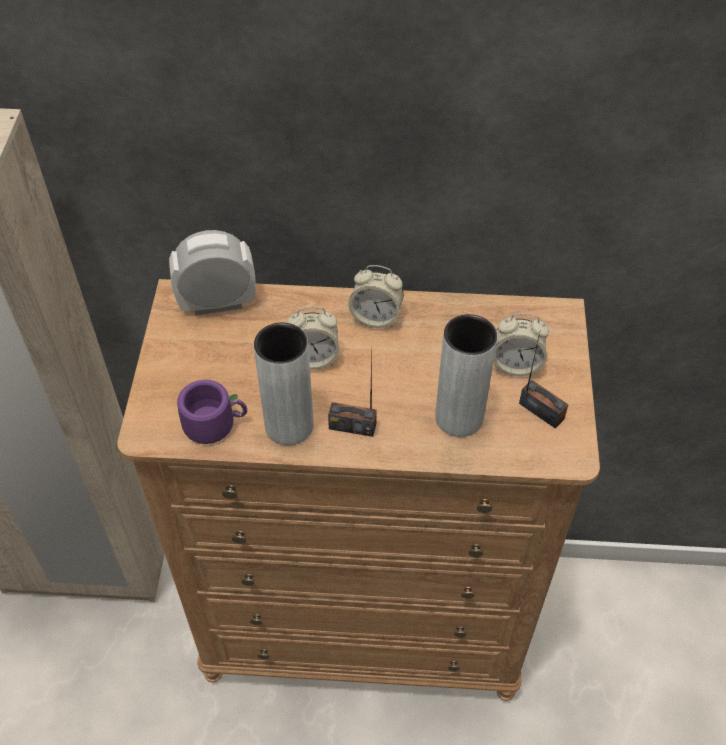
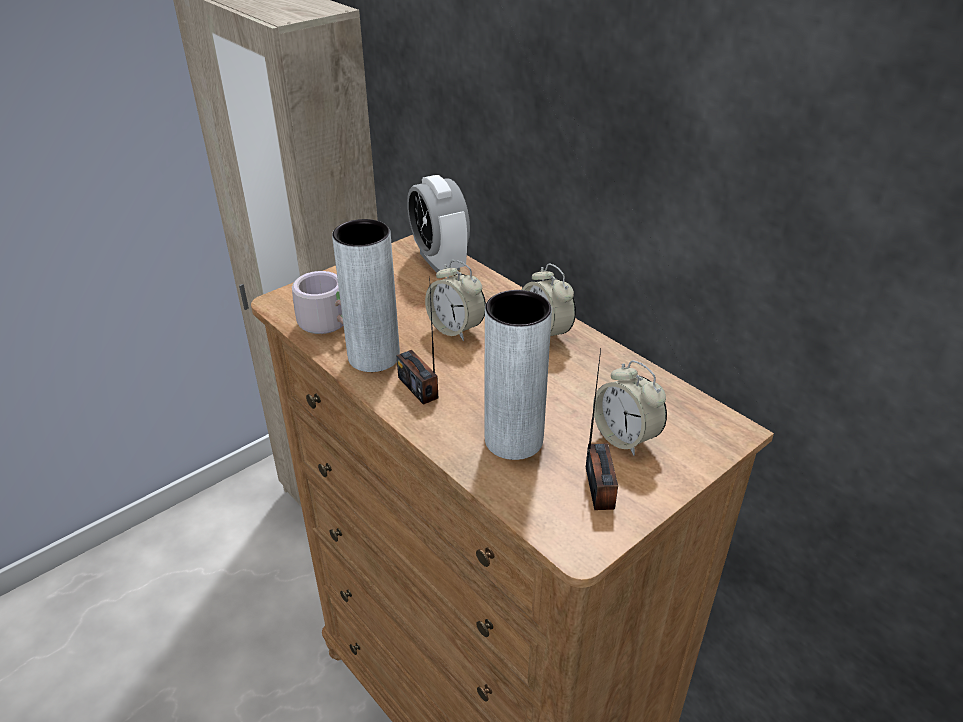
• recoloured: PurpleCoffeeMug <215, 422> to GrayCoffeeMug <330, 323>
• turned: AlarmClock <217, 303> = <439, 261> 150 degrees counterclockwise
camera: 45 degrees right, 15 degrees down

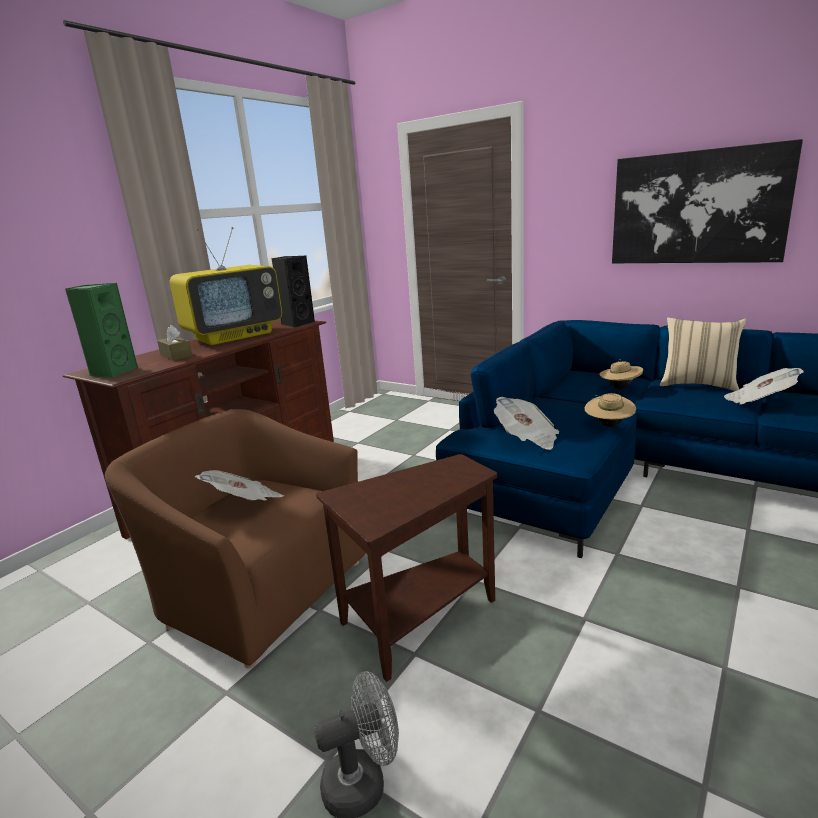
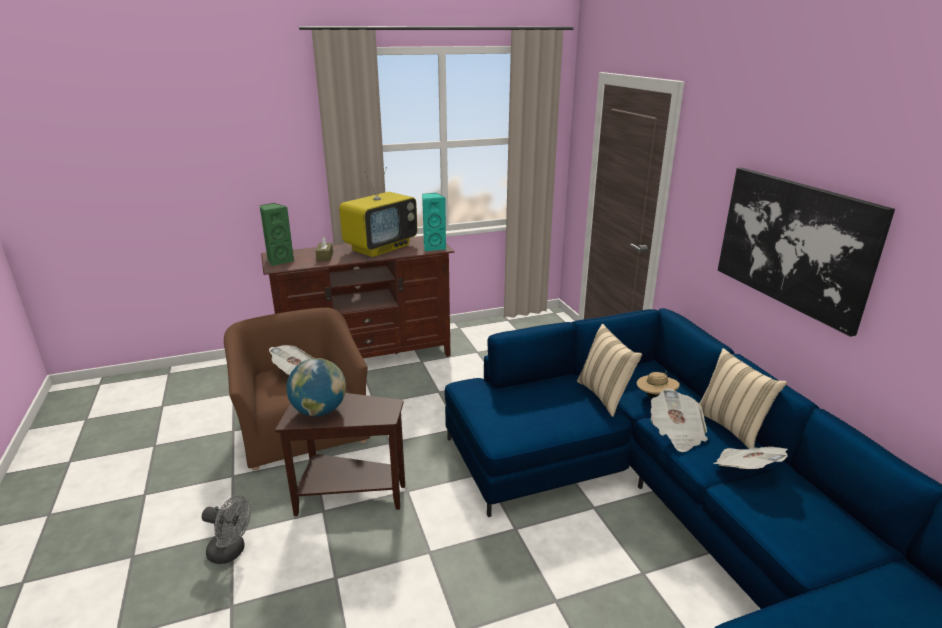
• added: WorldGlobe <319, 411>
• turned: Television <234, 336> = <381, 247> 45 degrees counterclockwise
• recoloured: BlackishLoudspeaker <297, 323> to BlueGreenLoudspeaker <433, 247>
• added: BeigeCushion <605, 396>
• moved: PrintedPaper <527, 438> to <676, 433>
• removed: BeigeWearableHat <608, 425>
camera: 35 degrees right, 5 degrees up

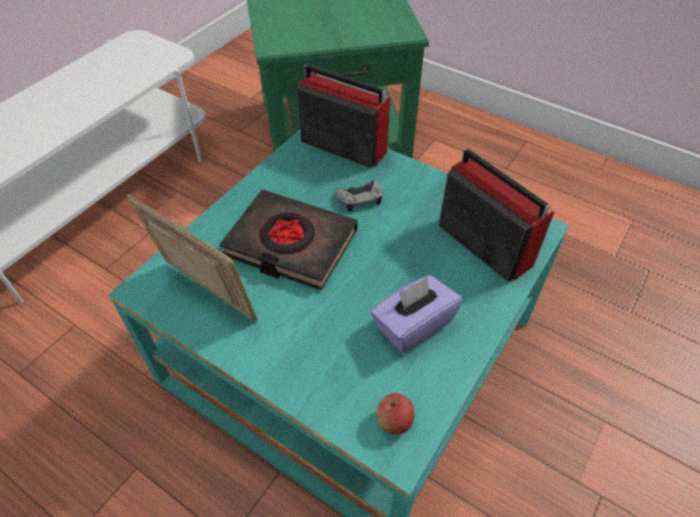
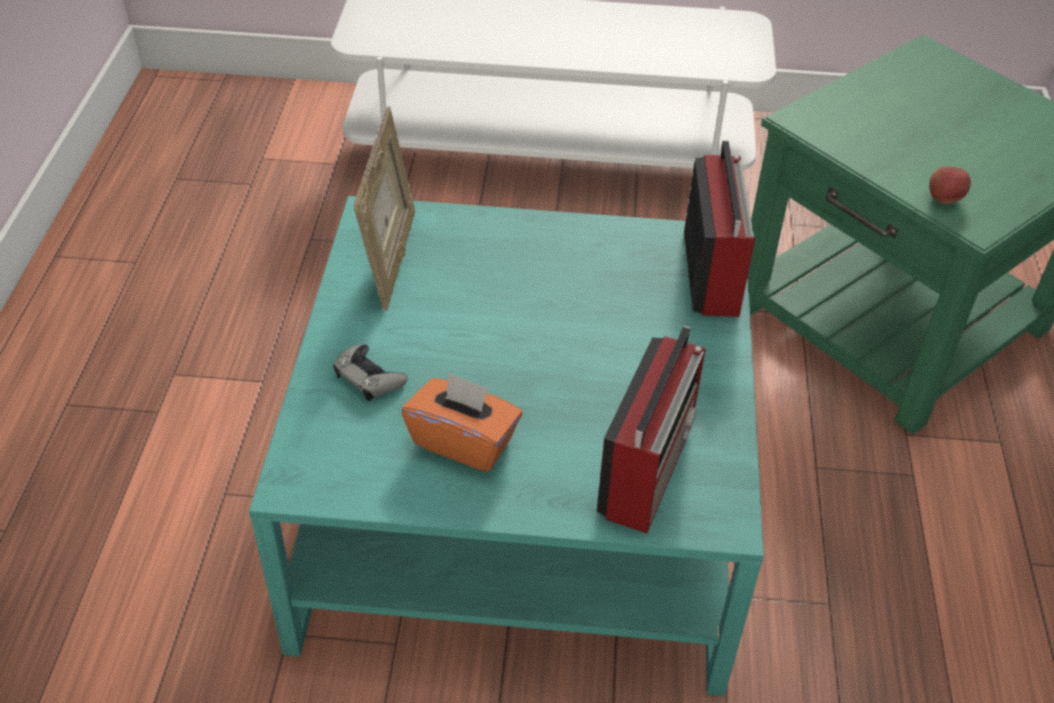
• moved: GrayGameController <360, 198> to <369, 377>
• recoloured: PurpleTissueBox <413, 325> to OrangeyTissueBox <463, 441>
• moved: Apple <394, 421> to <944, 199>
• removed: BlackishBook <290, 244>
camera: 60 degrees right, 5 degrees down

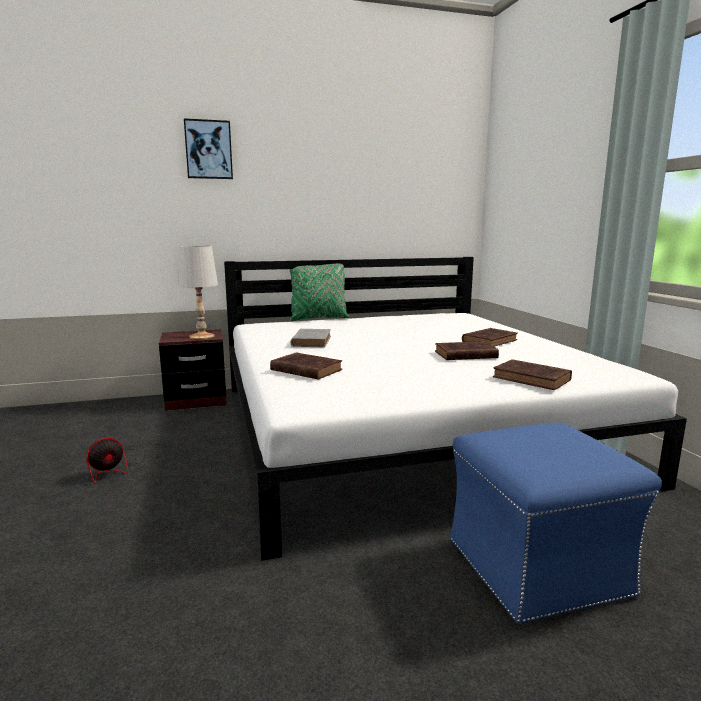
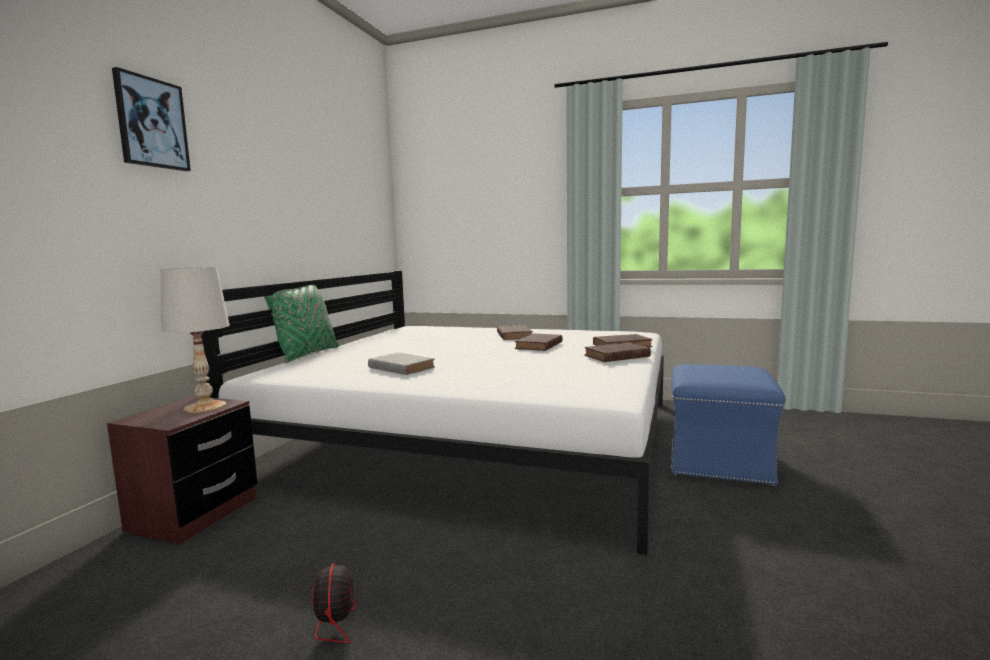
• moved: BrownBook <304, 370> to <615, 356>
camera: 55 degrees left, 5 degrees down

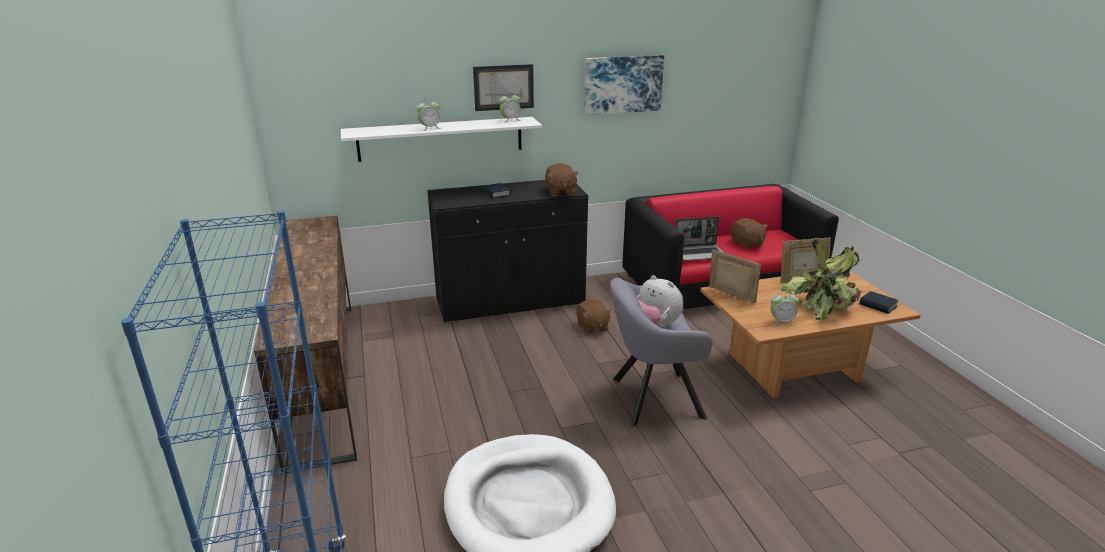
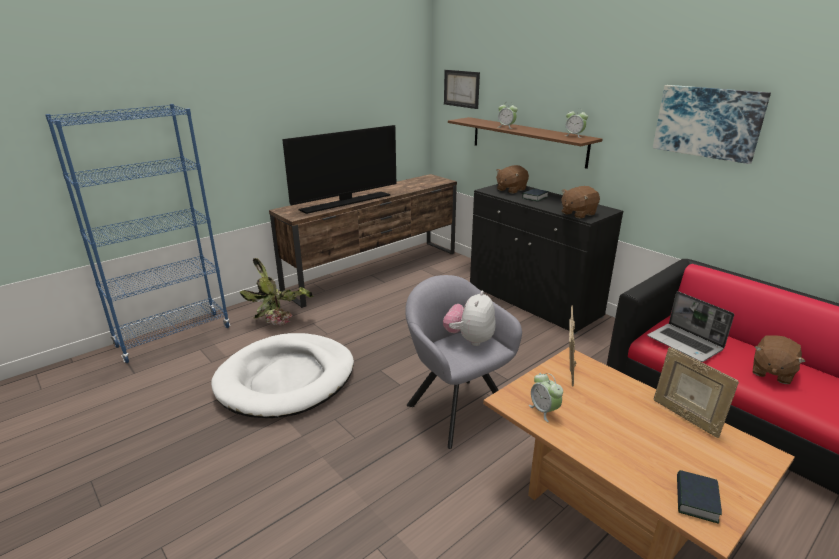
• moved: PlantInAPot <822, 305> to <282, 320>
• added: Television <346, 202>
• moved: WallArt <503, 87> to <461, 88>
• recoloured: WhiteColouredBracketShelf <441, 139> to BrownBracketShelf <527, 141>
• moved: BrownSoftToy <592, 327> to <511, 190>
camera: 65 degrees right, 0 degrees up

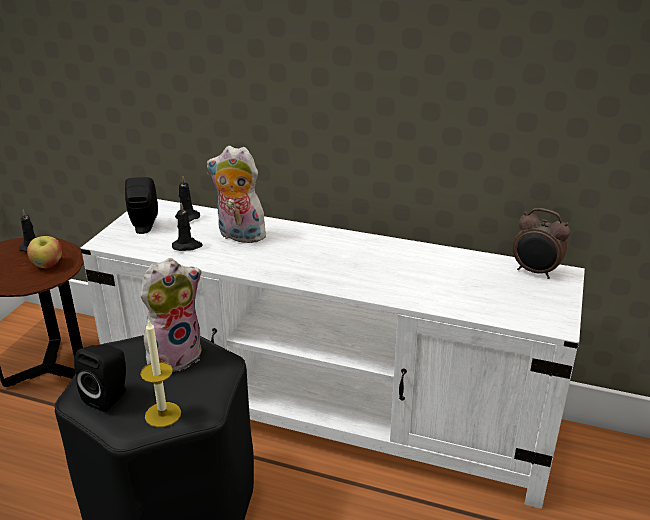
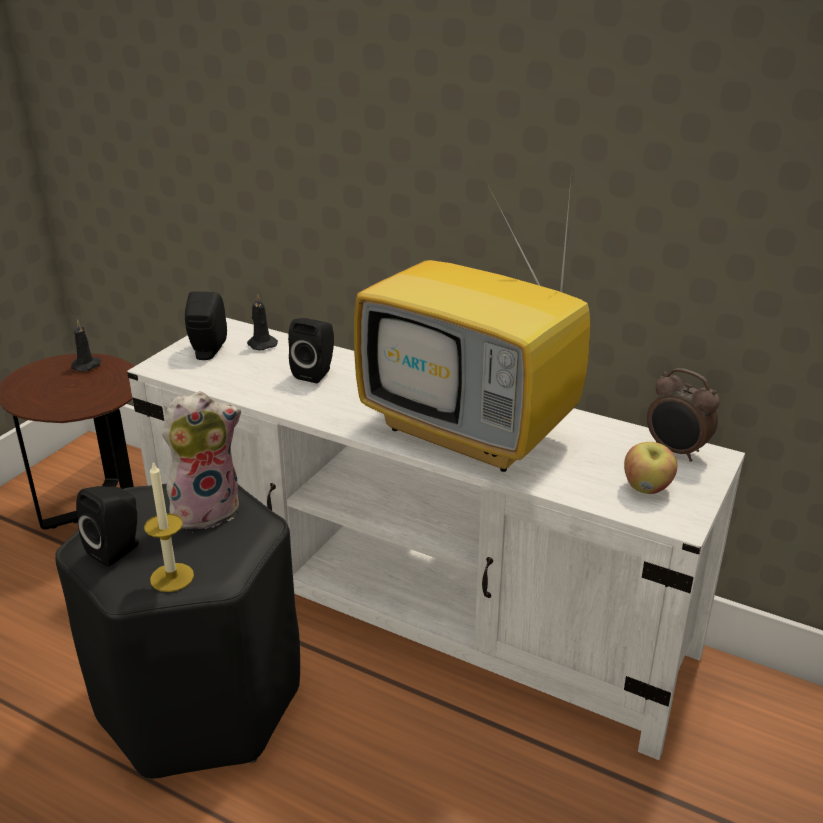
• replaced: SoftToy <239, 236> to BlackishLoudspeaker <316, 373>
• added: Television <473, 432>
• moved: Apple <47, 265> to <647, 488>
• removed: BlackishCandle <187, 246>
camera: 10 degrees right, 0 degrees up

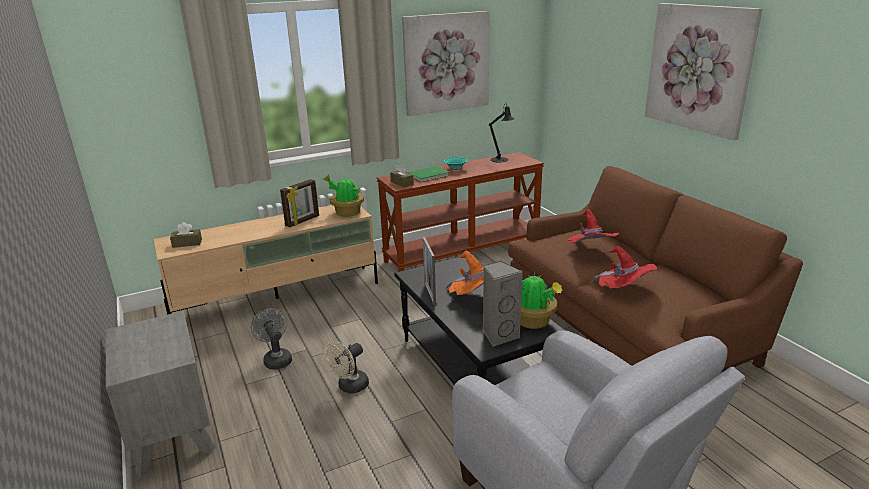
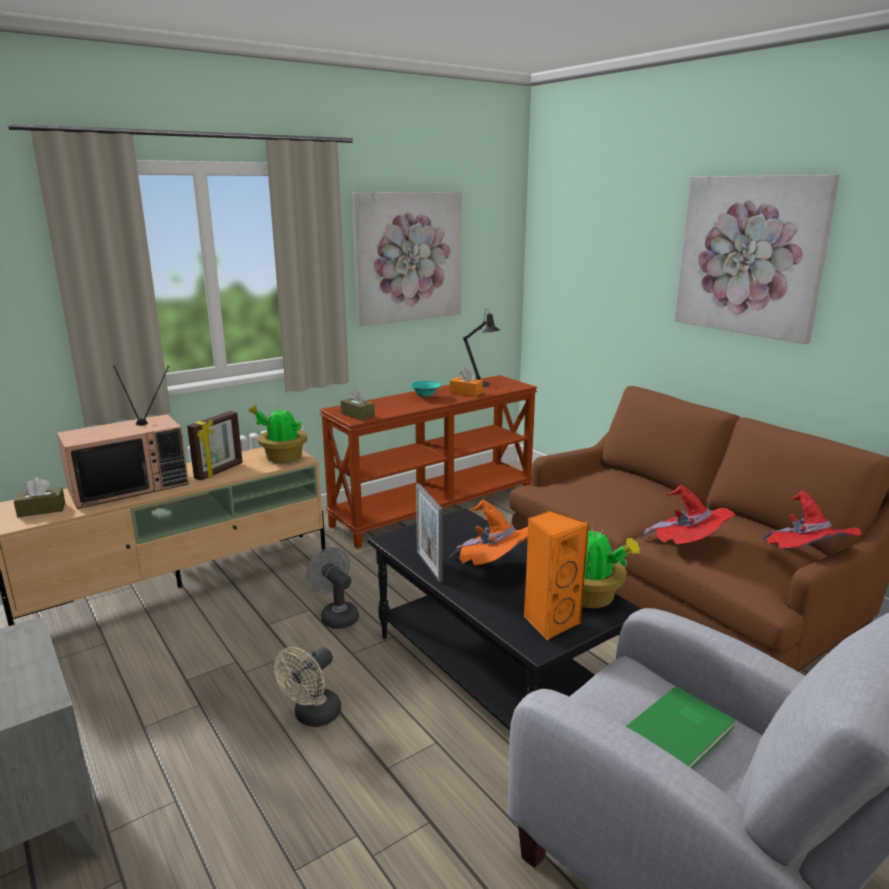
• added: Television <130, 486>
• moved: GrayFan <276, 359> to <336, 616>
• added: OrangeyTissueBox <466, 392>
• recoloured: GrayLoudspeaker <499, 335> to OrangeyLoudspeaker <550, 622>
• moved: GreenishBook <429, 175> to <682, 732>
• moved: RedWearableHat <590, 252> to <805, 559>
camera: 10 degrees left, 5 degrees down

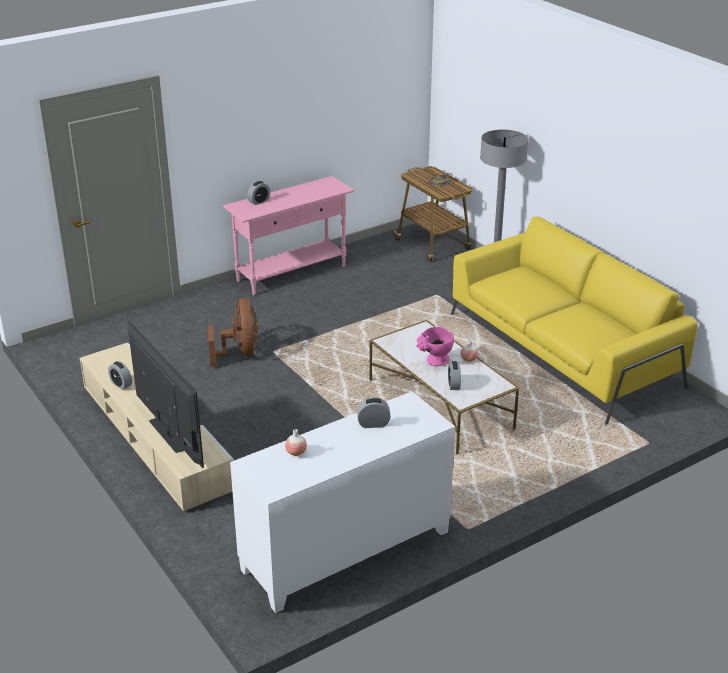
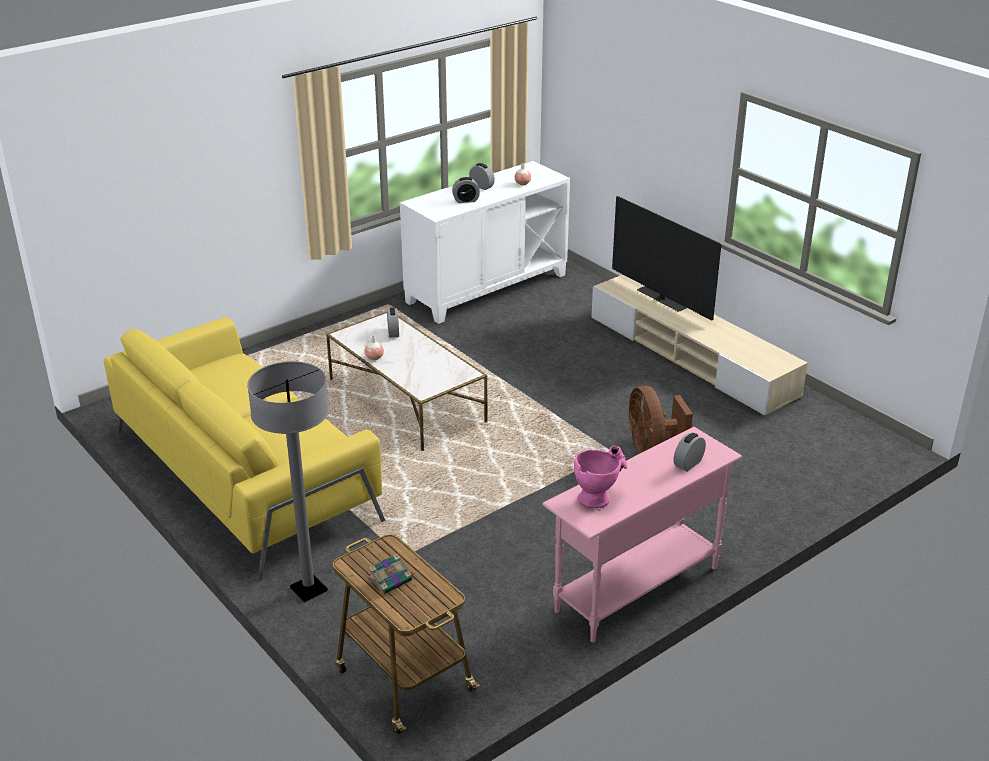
• moved: AlarmClock <121, 384> to <481, 186>
• moved: PinkDecorativeVase <434, 362> to <598, 496>
camera: 175 degrees right, 0 degrees up

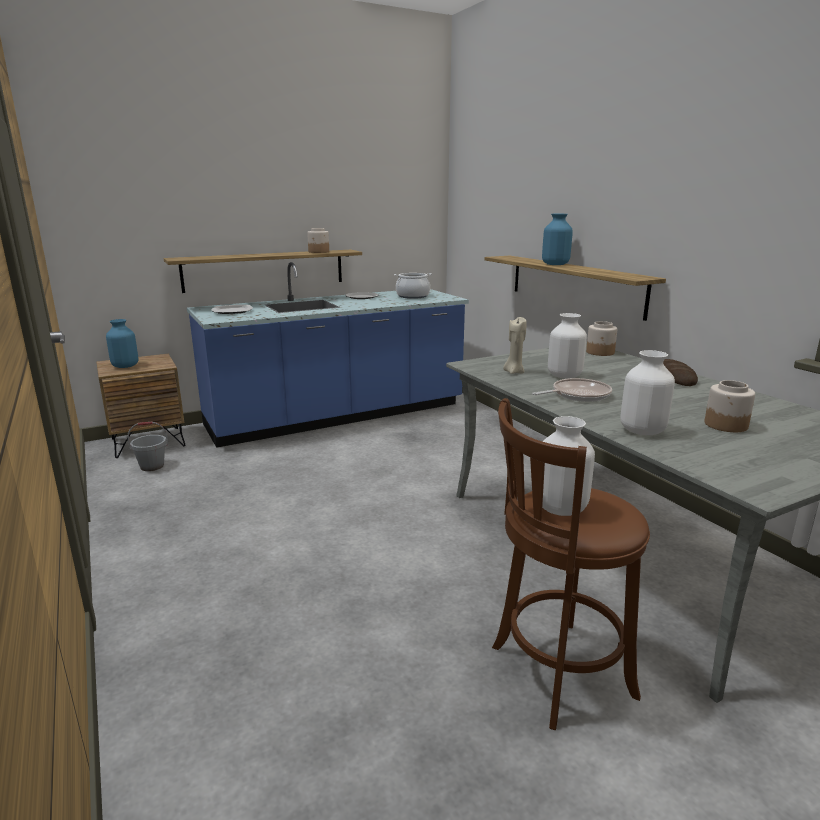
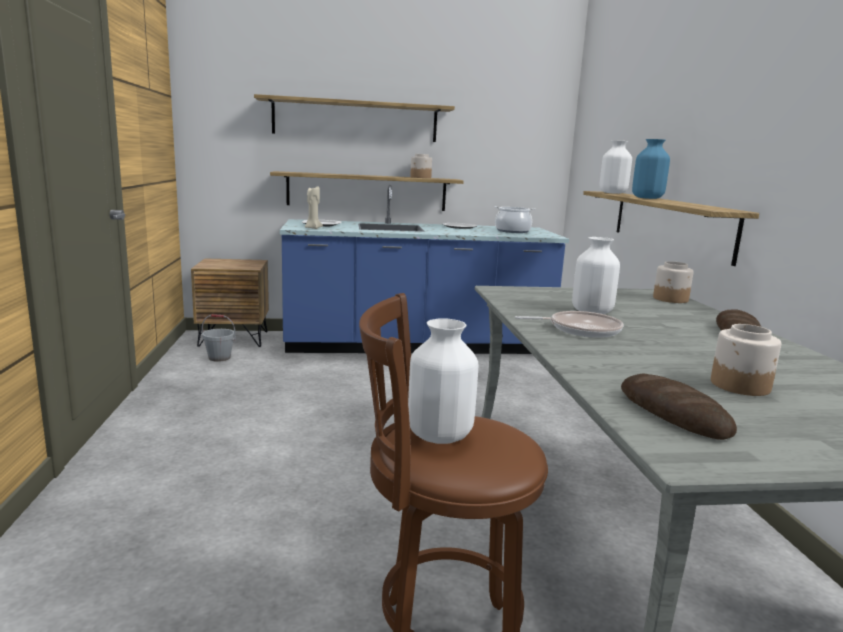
• added: BracketShelf <355, 120>
• moved: BeigeCandle <514, 372> to <313, 228>
• moved: WhiteColouredDecorativeVase <642, 431> to <612, 193>
• added: BakedBread <673, 413>
• removed: BlueColouredDecorativeVase <126, 366>
camera: 20 degrees right, 5 degrees down

